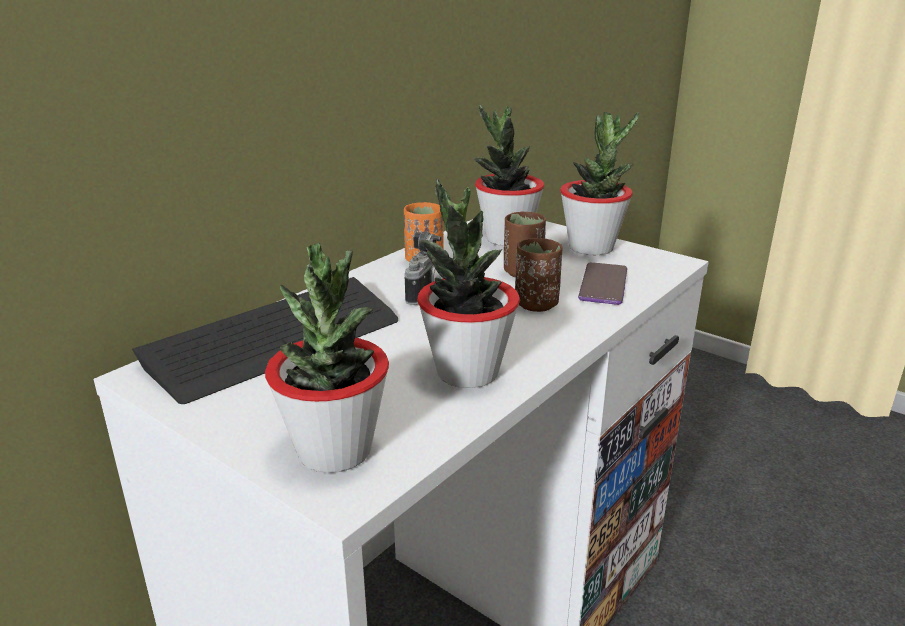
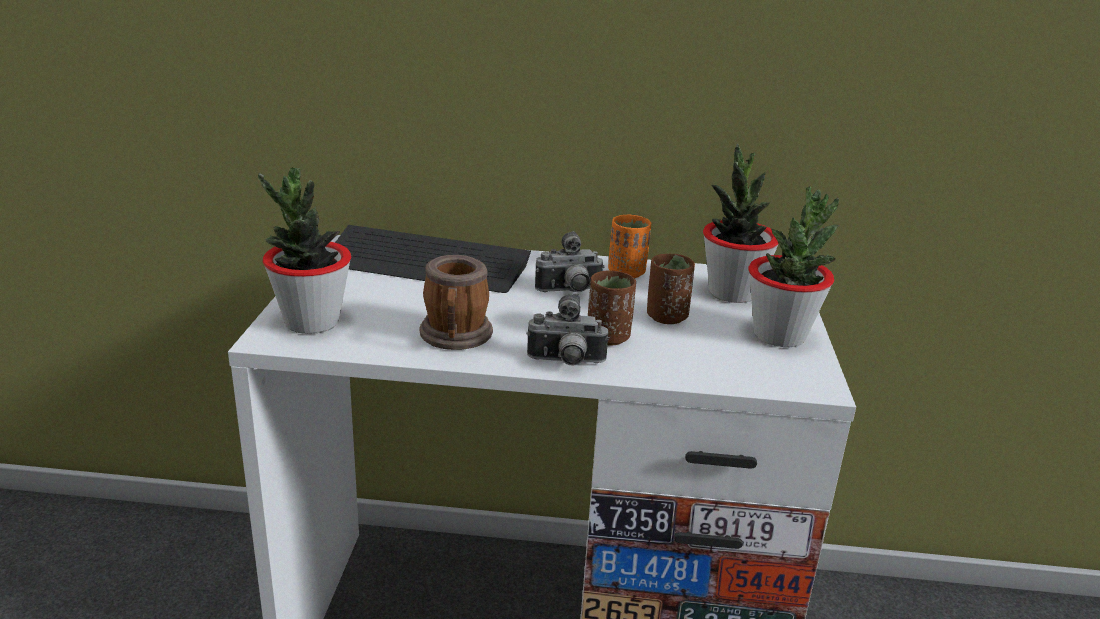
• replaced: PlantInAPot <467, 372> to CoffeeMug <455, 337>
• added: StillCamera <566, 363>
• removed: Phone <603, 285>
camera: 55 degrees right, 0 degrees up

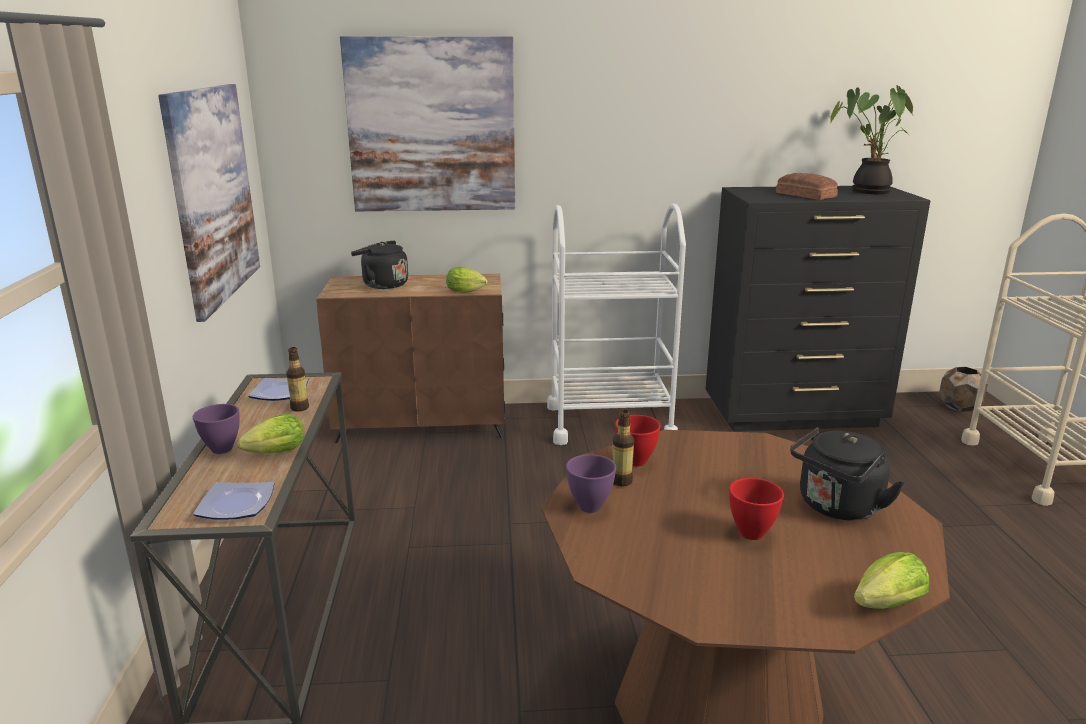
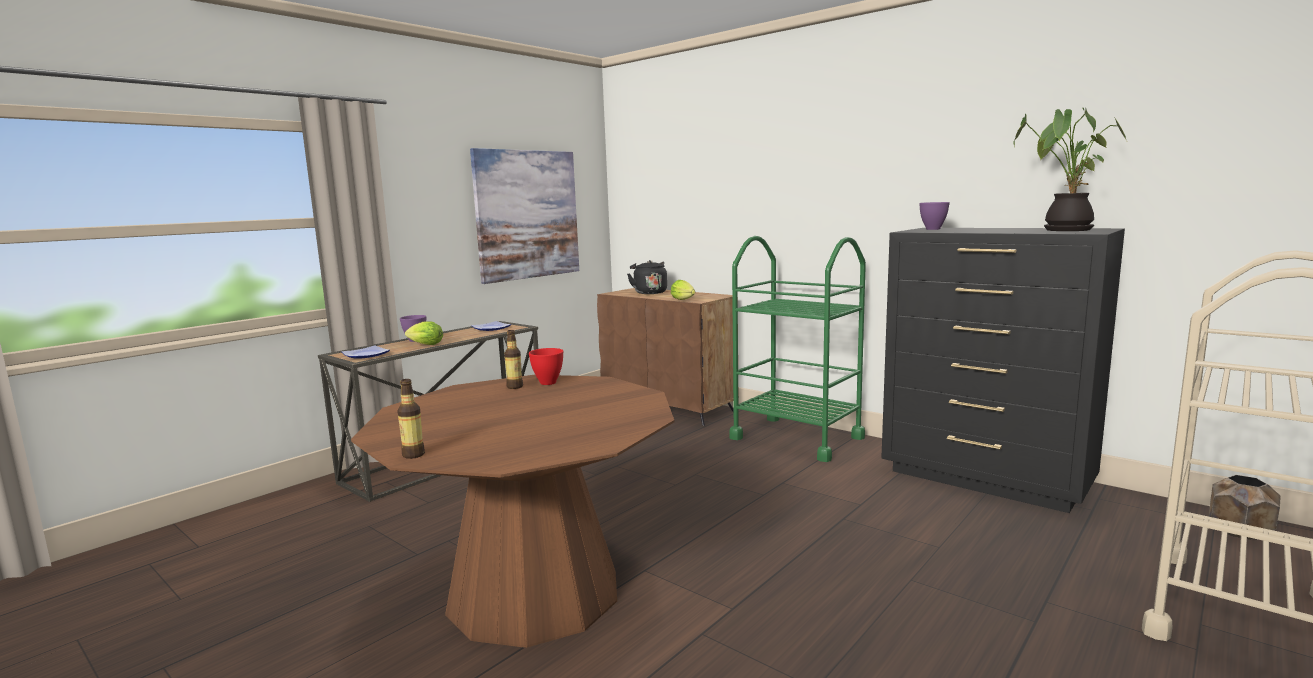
• moved: Bottle <300, 408> to <413, 455>
• recoloured: WhiteColouredTrolley <609, 422> to GreenishTrolley <796, 438>
• moved: PurpleServingBowl <589, 506> to <933, 229>
• removed: WallArt <431, 126>
• removed: RedServingBowl <752, 534>
• removed: BakedBread <805, 195>
• removed: BlackishKettle <837, 508>
• removed: HeadOfLettuce <884, 606>
camera: 45 degrees right, 10 degrees down

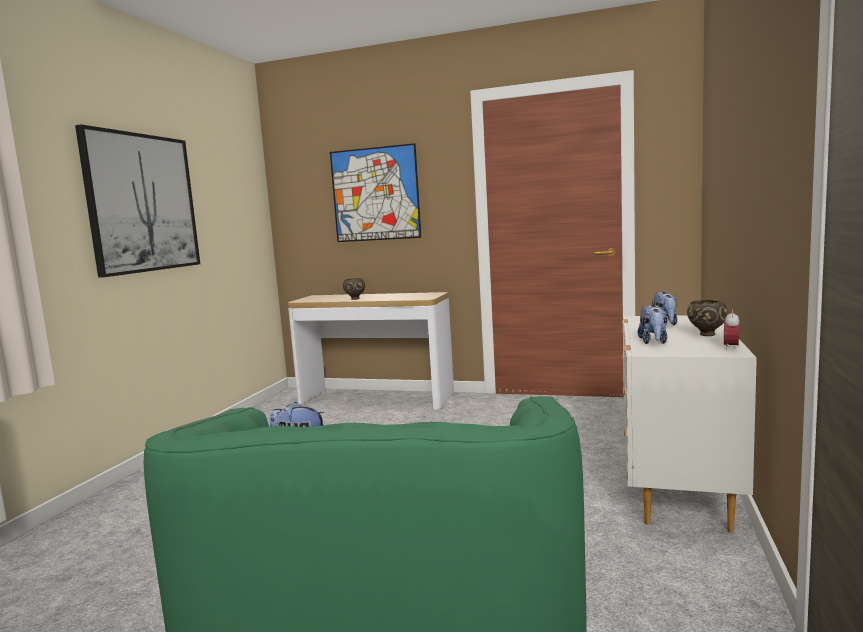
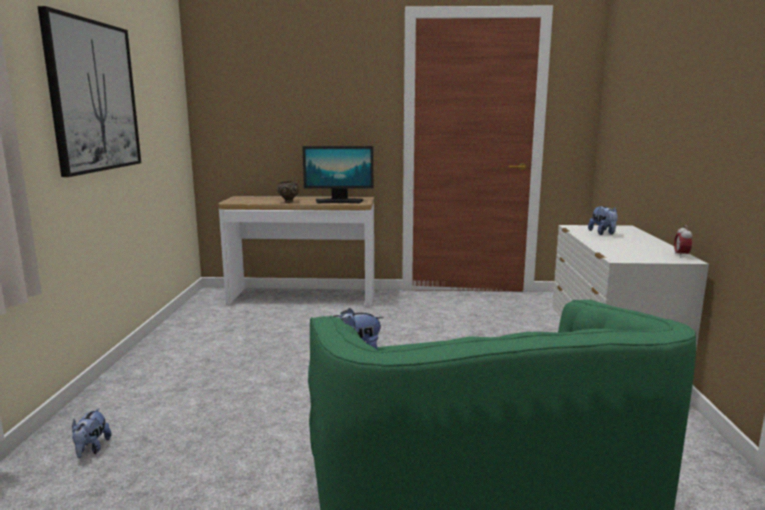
• moved: SoftToy <654, 342> to <91, 449>
• added: Monitor <339, 201>
• removed: WallArt <375, 194>
• removed: BrownServingBowl <706, 334>
camera: 15 degrees left, 5 degrees up

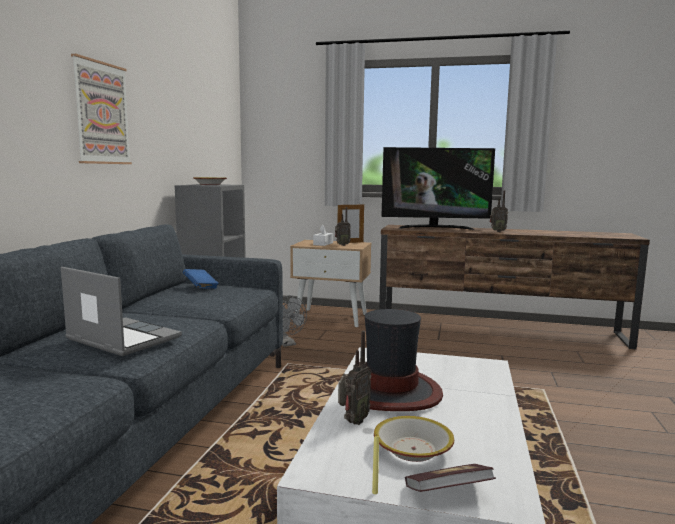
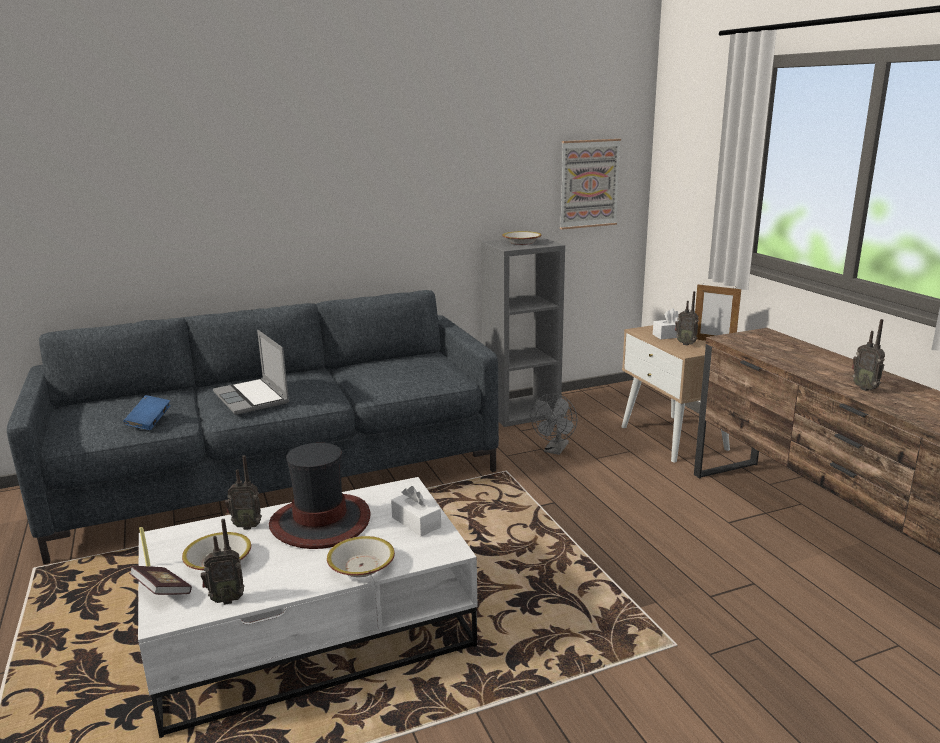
• moved: BlueColouredBook <201, 287> to <149, 422>
• added: Radio <226, 599>
• turned: Laptop <121, 339> = <252, 398> 150 degrees clockwise
• added: ServingBowl <361, 566>
• added: WhiteColouredTissueBox <416, 522>
• moved: WallArt <101, 113> to <589, 183>
• removed: Television <434, 228>
camera: 55 degrees right, 10 degrees up

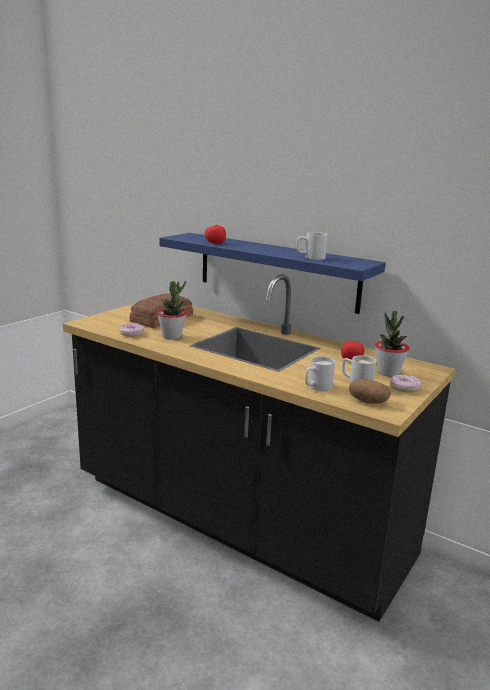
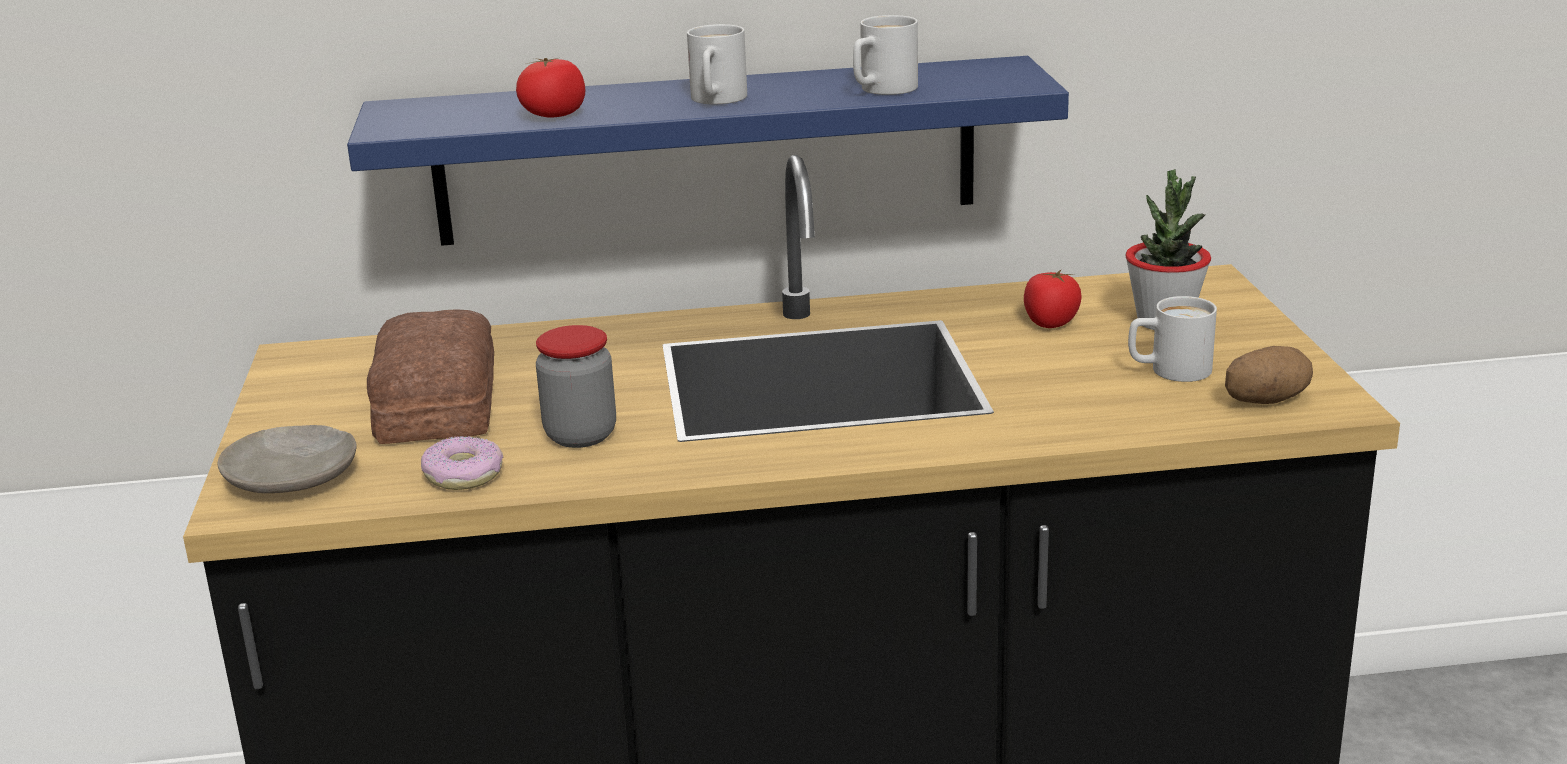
• added: BeigePlate <293, 478>
• replaced: PlantInAPot <172, 336> to Jar <580, 435>
• moved: WhiteColouredCoffeeMug <316, 387> to <716, 100>
• removed: Donut <404, 388>
camera: 40 degrees left, 5 degrees up

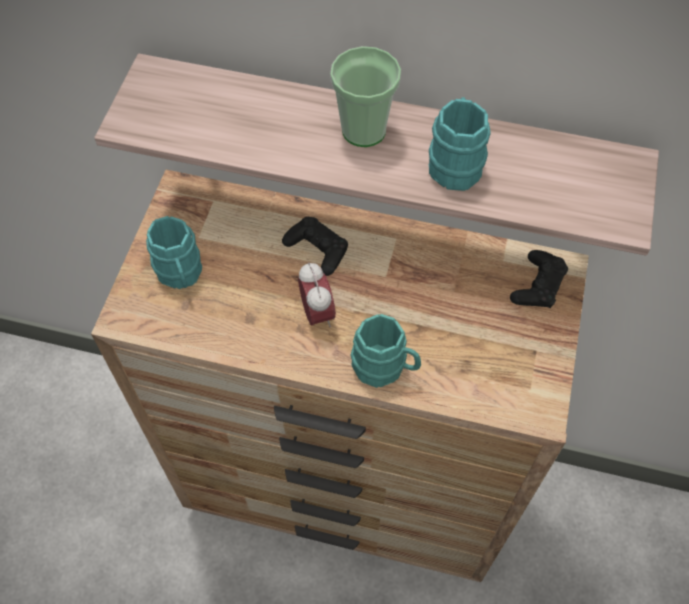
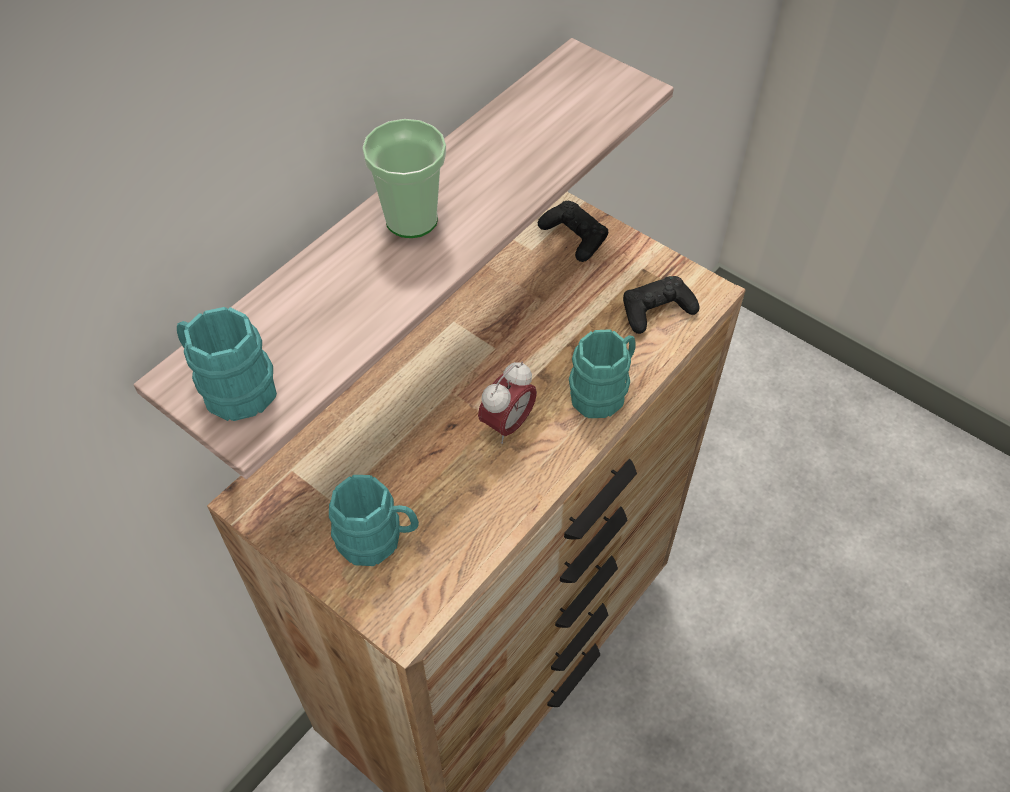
• moved: BlueGreenCoffeeMug <455, 162> to <231, 387>
• turned: AlarmClock <317, 314> = <507, 424> 120 degrees clockwise
• moved: BlackishGameController <317, 249> to <656, 310>
camera: 65 degrees left, 5 degrees down

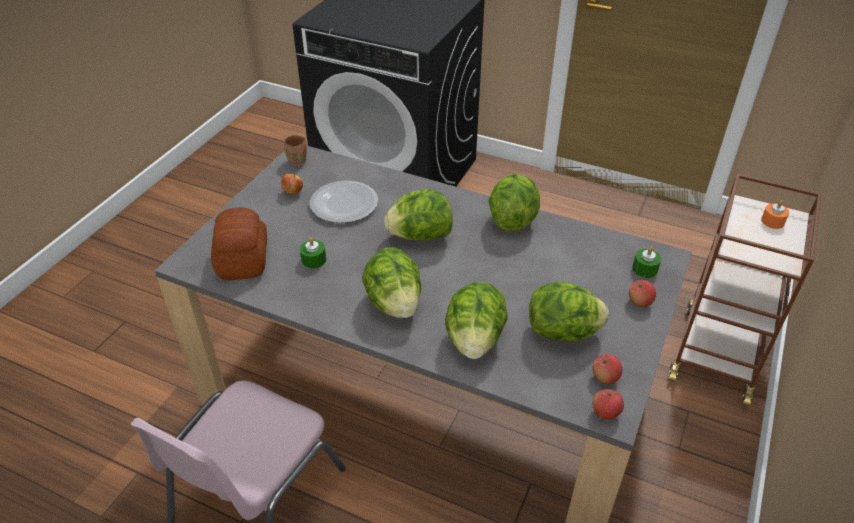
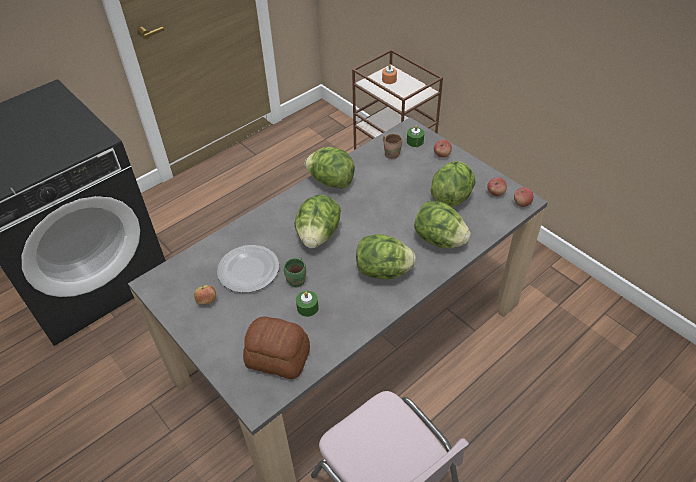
• added: GreenishCoffeeMug <298, 280>
• moved: BrownCoffeeMug <299, 161> to <392, 154>
camera: 65 degrees left, 5 degrees up

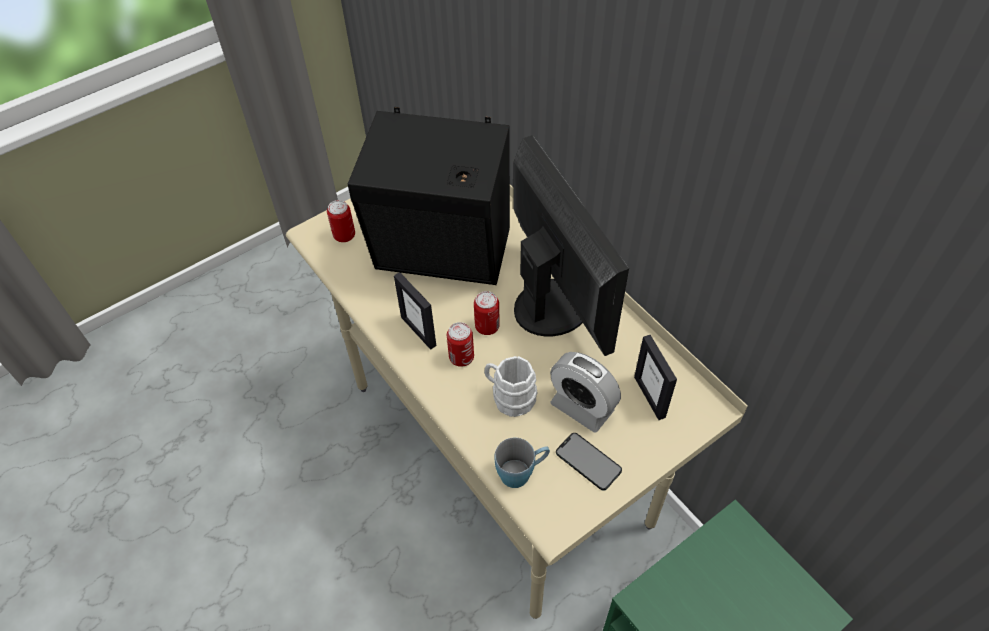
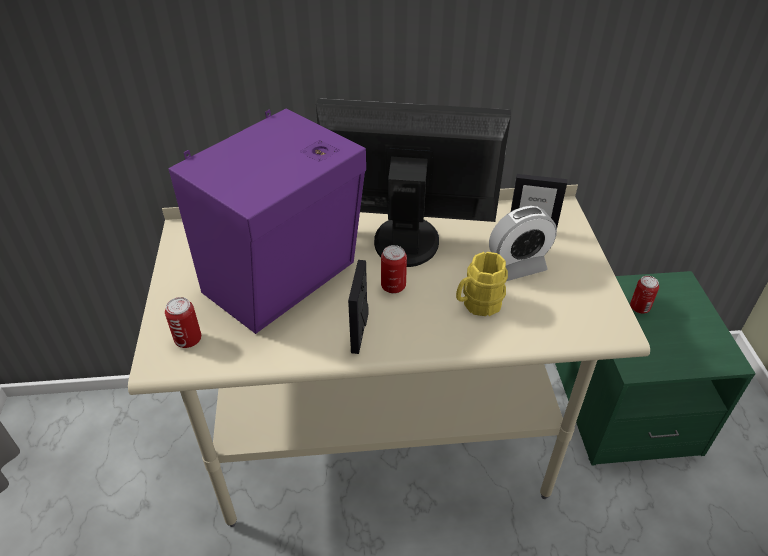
• recoloured: BlackishLoudspeaker <444, 254> to PurpleLoudspeaker <286, 279>
• turned: PictureFrame <419, 331> = <360, 332> 105 degrees clockwise
• recoloured: WhiteColouredCoffeeMug <509, 397> to YellowishCoffeeMug <477, 304>
• moved: MetalCan <461, 357> to <639, 307>
• removed: BlueColouredCoffeeMug <522, 472>
• removed: Phone <588, 461>
camera: 60 degrees left, 10 degrees down

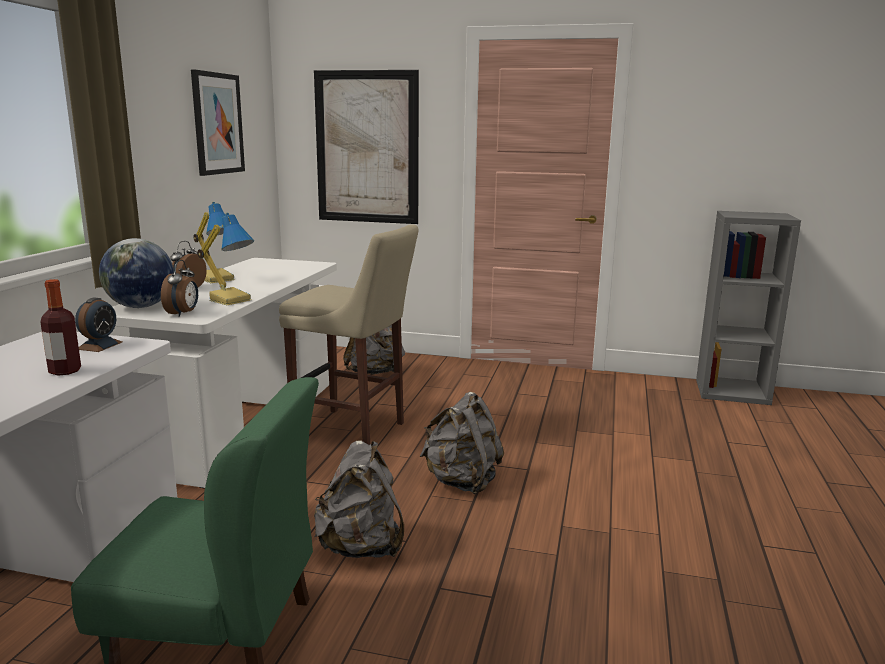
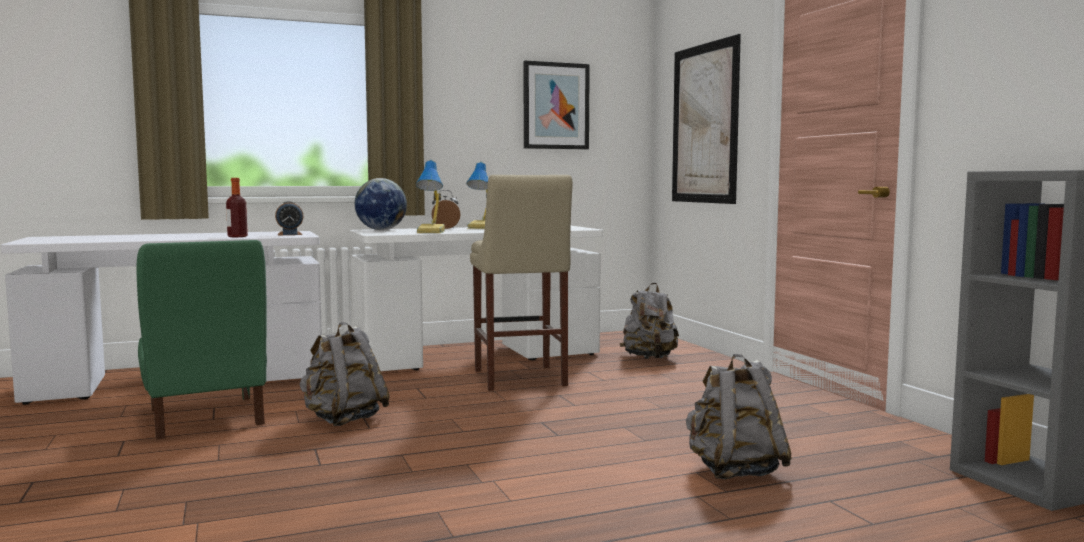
• moved: GrayKnapsack <462, 482> to <734, 471>
• removed: AlarmClock <183, 314>
camera: 55 degrees right, 10 degrees down

